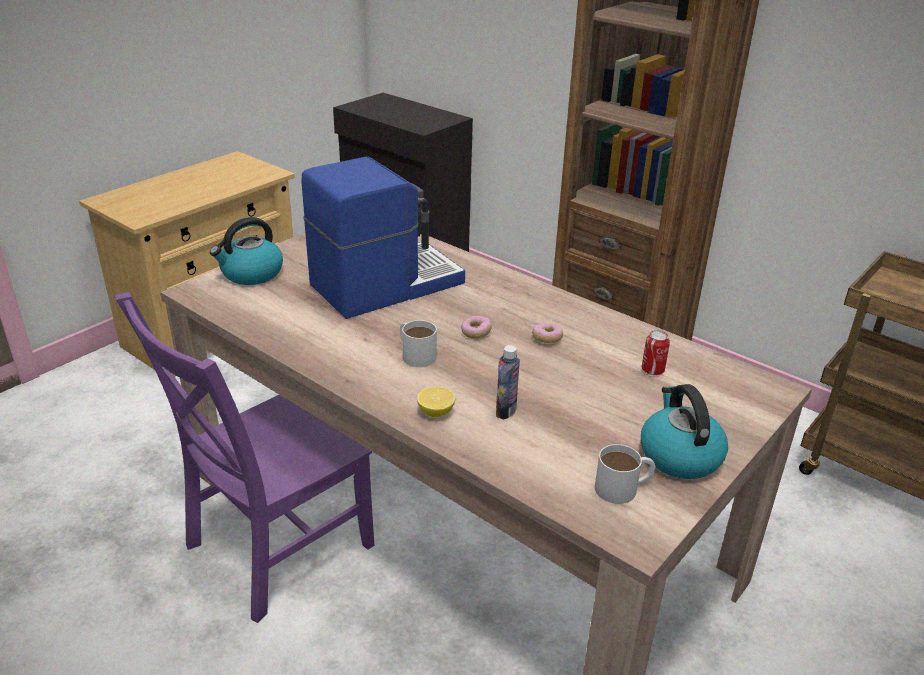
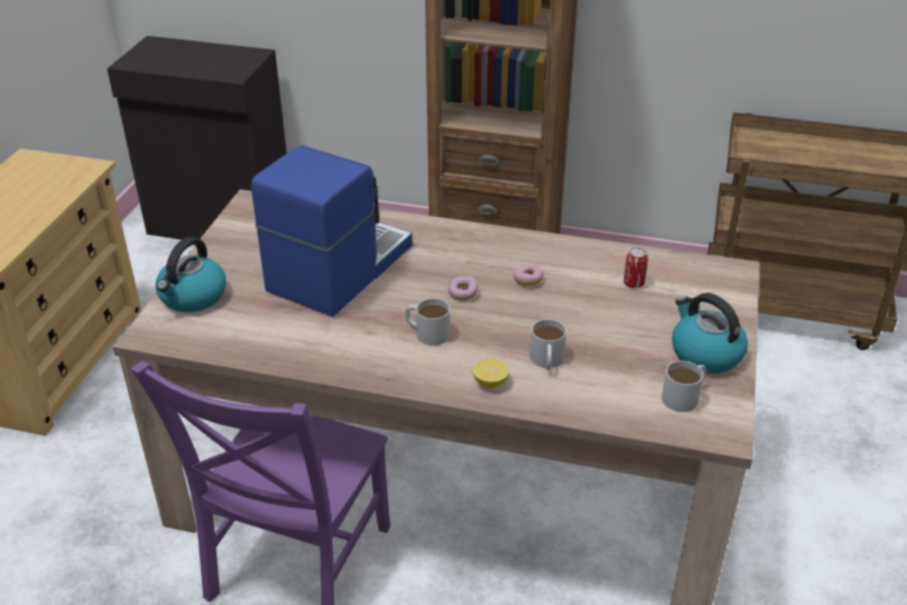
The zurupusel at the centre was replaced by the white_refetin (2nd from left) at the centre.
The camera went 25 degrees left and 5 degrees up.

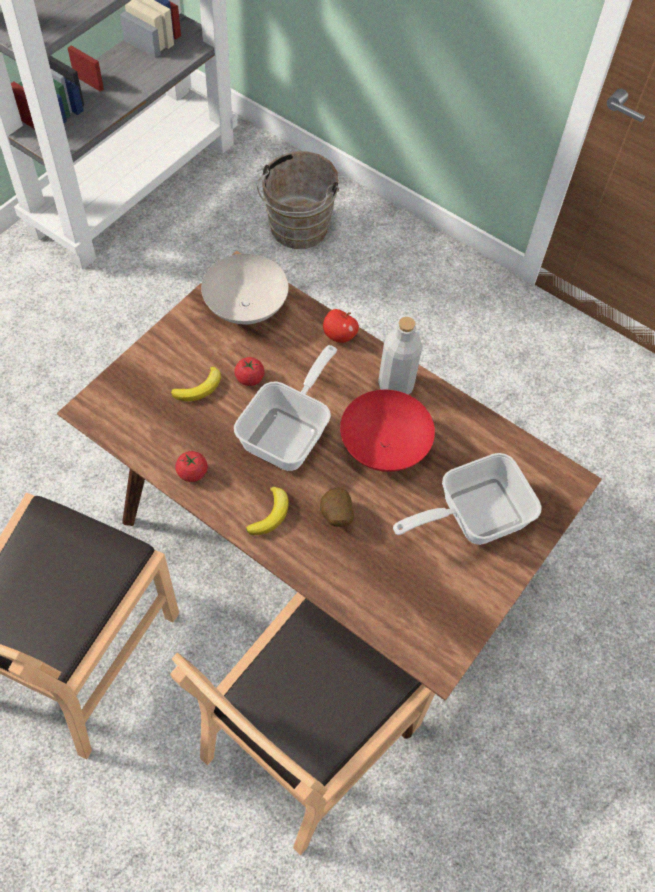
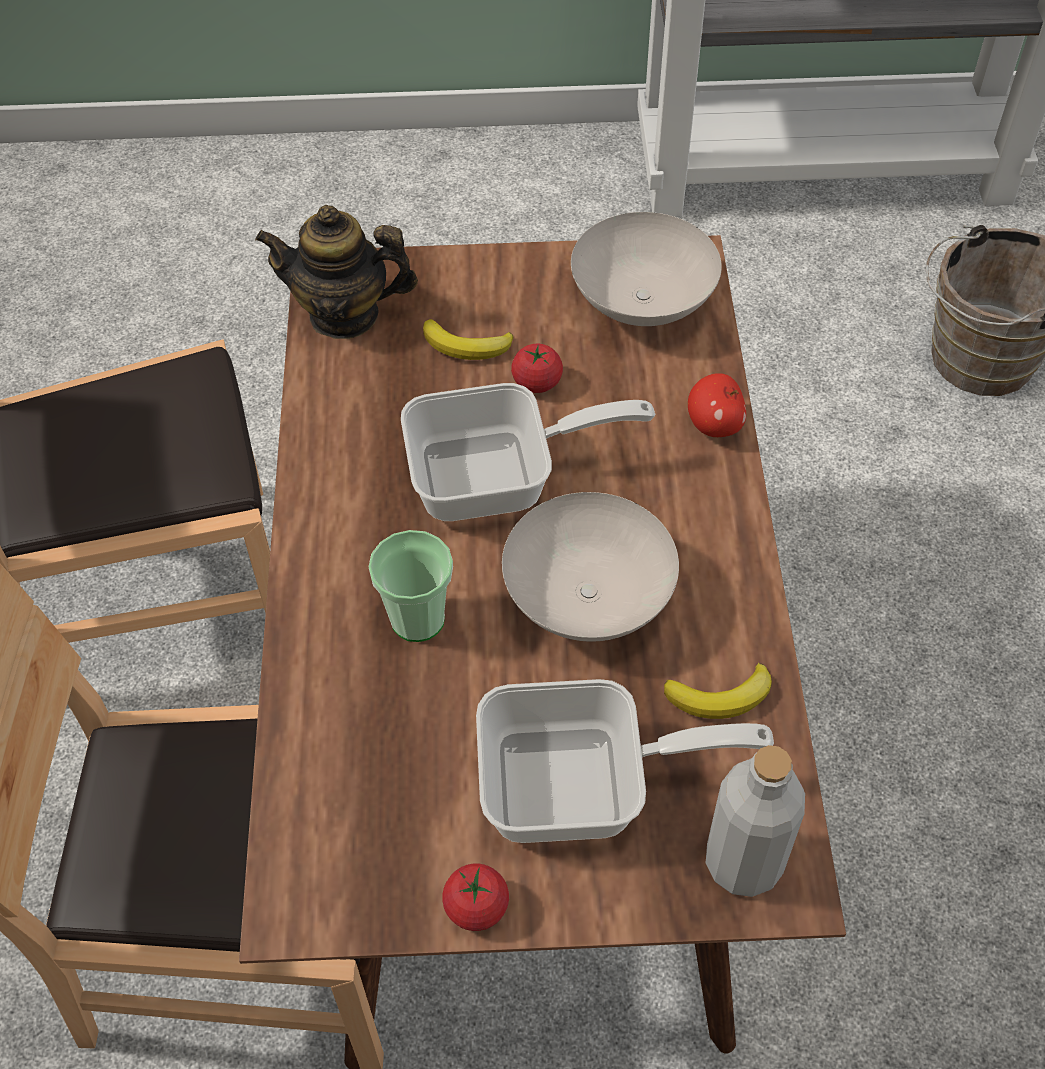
The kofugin at the top left appeared.
The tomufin at the centre was replaced by the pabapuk at the centre.
The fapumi (1st from left) moved from the middle left to the bottom centre.
The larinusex (2nd from left) at the middle right turned 150 degrees clockwise.
The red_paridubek at the centre became the white_paridubek (1st from left) at the centre.
The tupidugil (2nd from left) moved from the centre to the middle right.
The grey_zurupusel moved from the centre to the bottom right.
The camera went 55 degrees right and 5 degrees down.

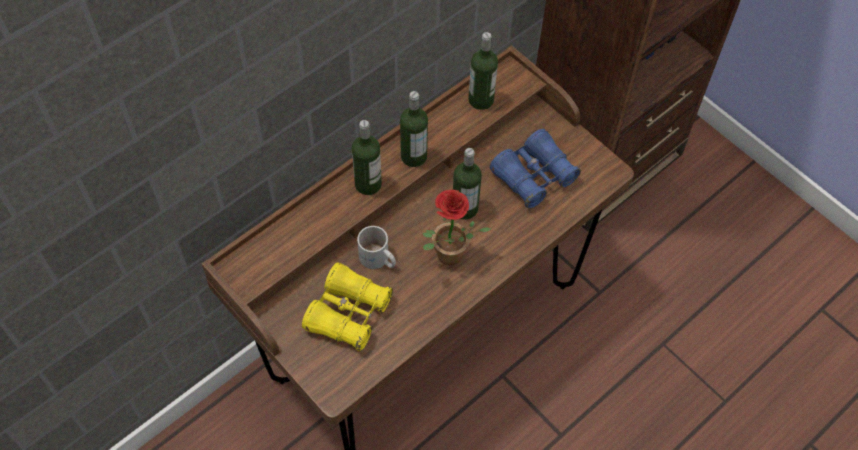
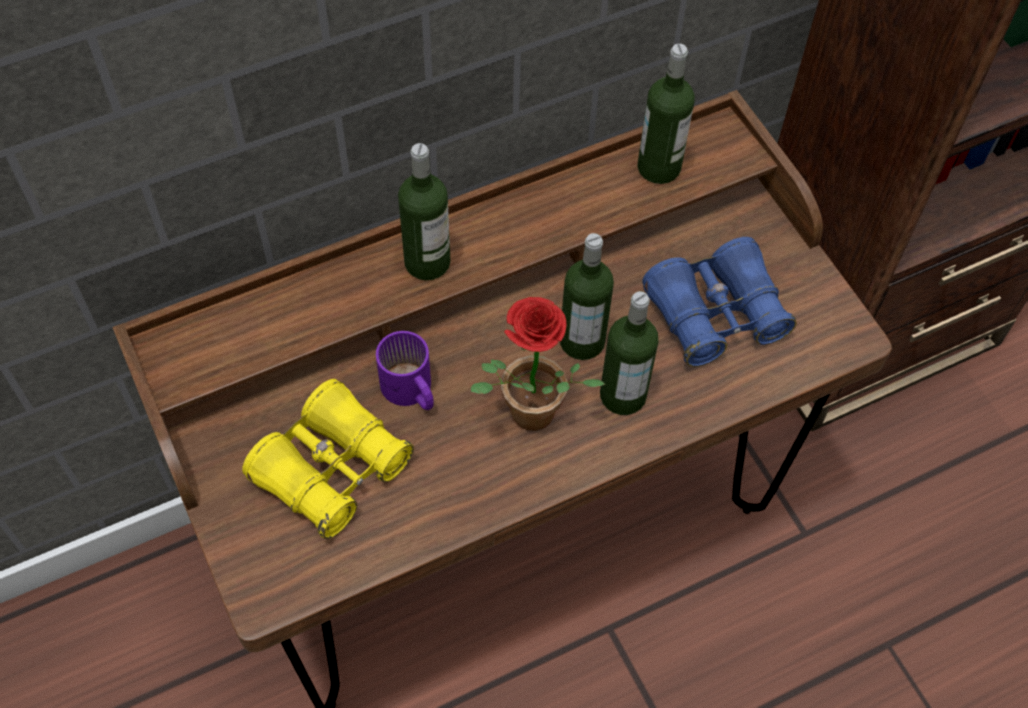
The white_refetin at the centre became the purple_refetin at the centre.
The zurupusel (2nd from left in the first image) moved from the top centre to the centre.
The camera went 15 degrees right and 0 degrees up.

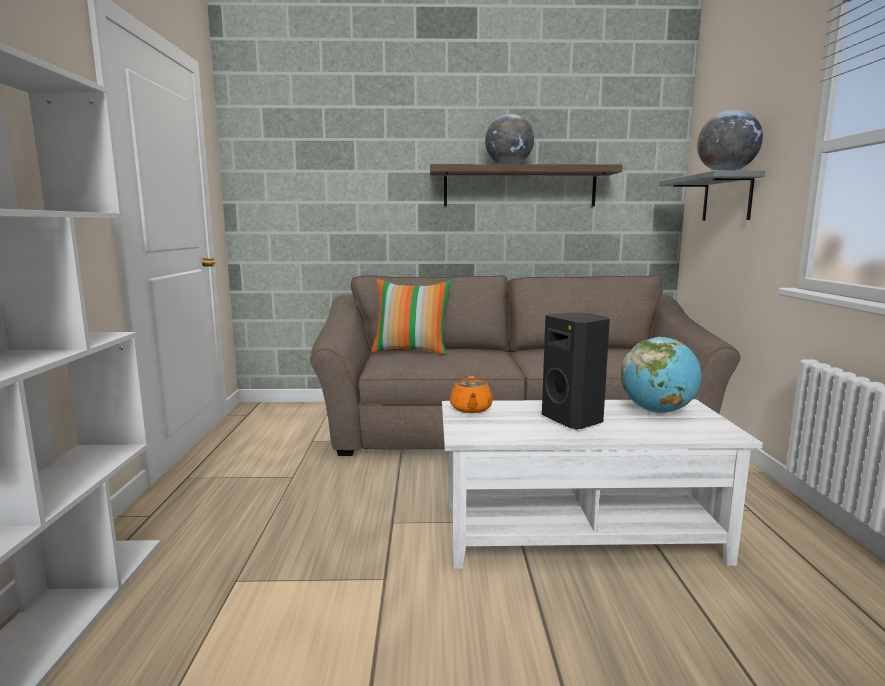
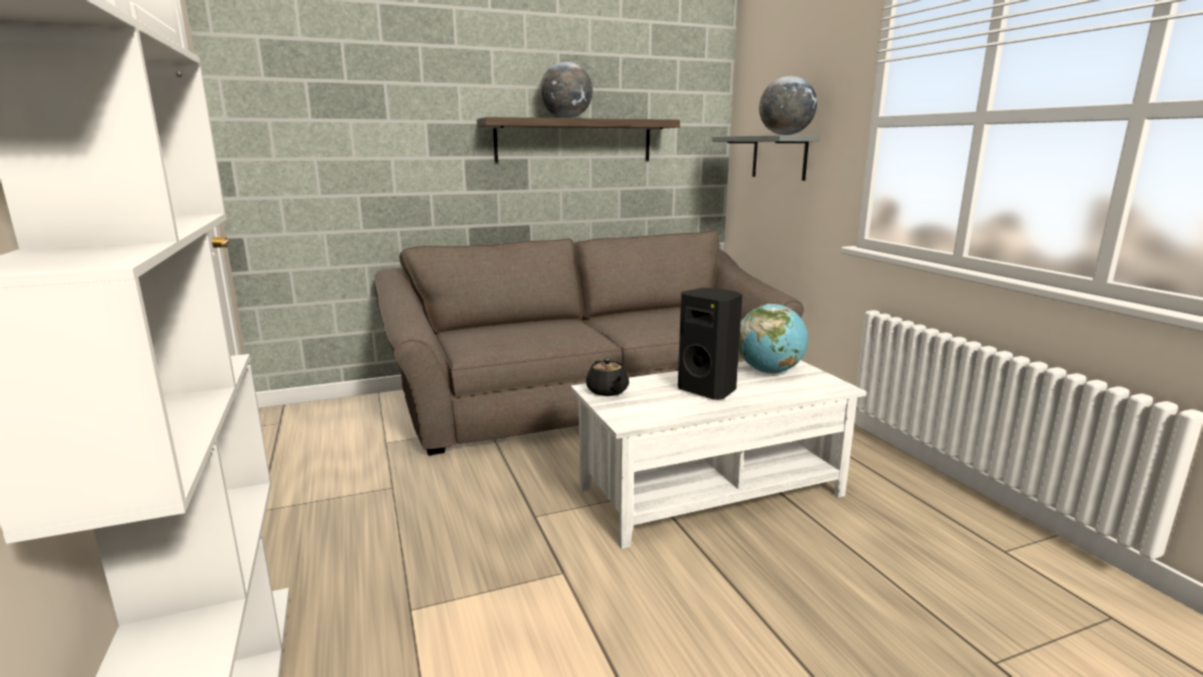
The orange_kofugin at the centre became the black_kofugin at the centre.
The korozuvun at the centre disappeared.
The camera went 20 degrees left and 5 degrees up.

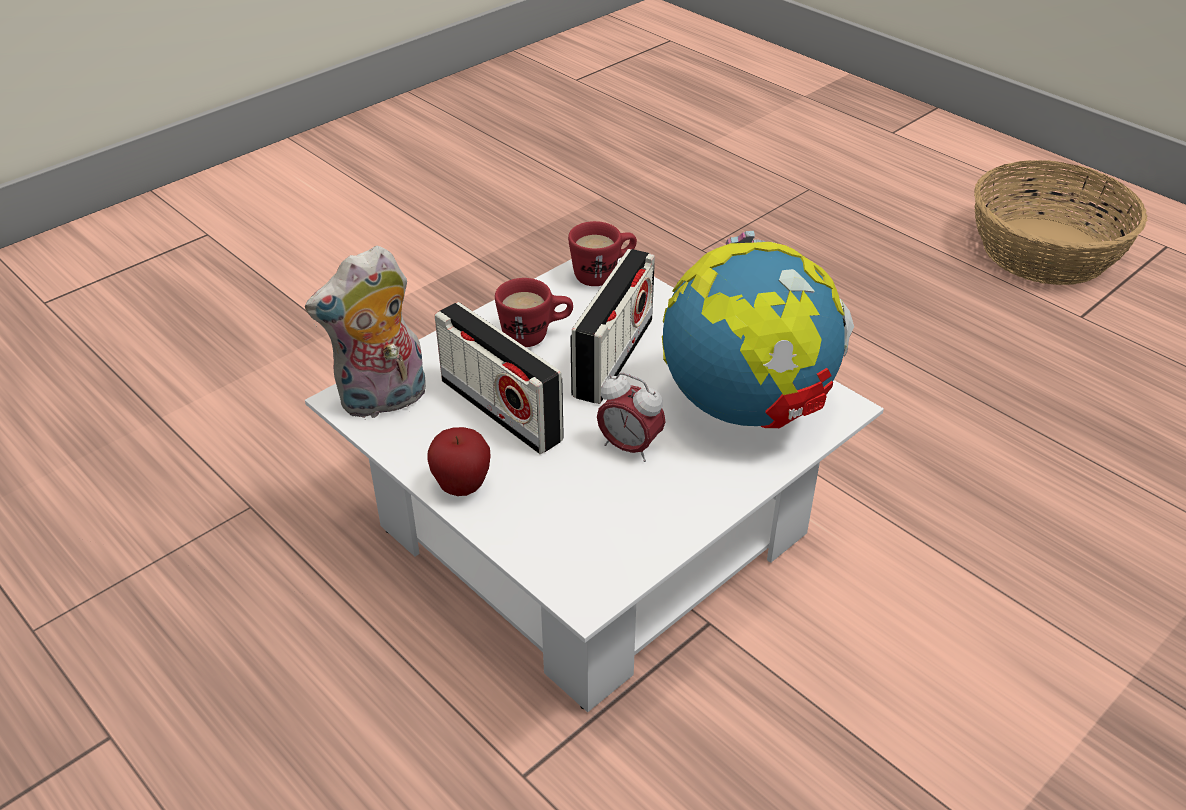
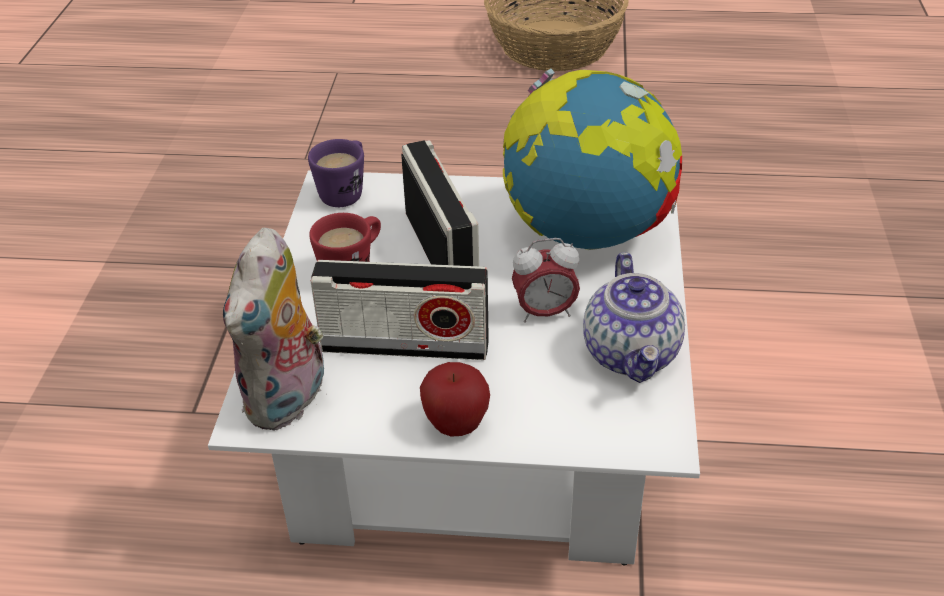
The red_refetin (2nd from left) at the top centre became the purple_refetin at the top centre.
The kofugin at the middle right appeared.
The camera went 40 degrees left and 0 degrees up.

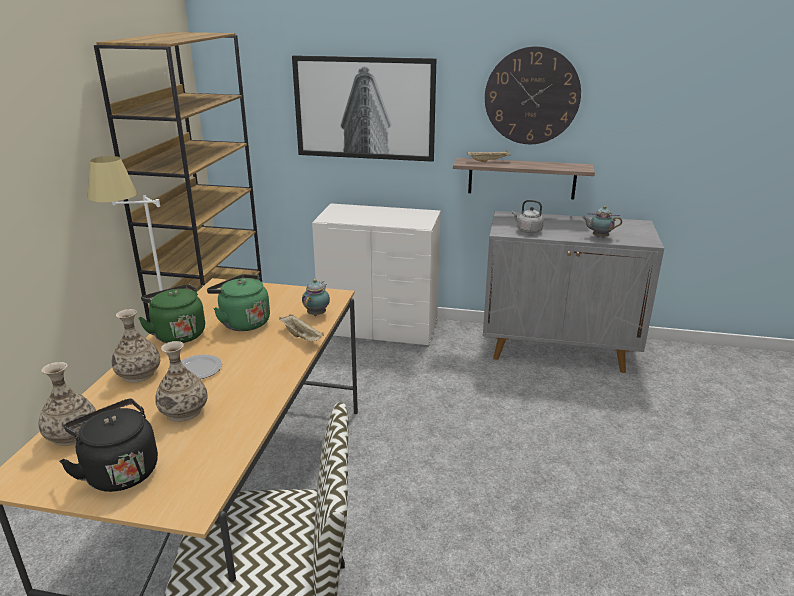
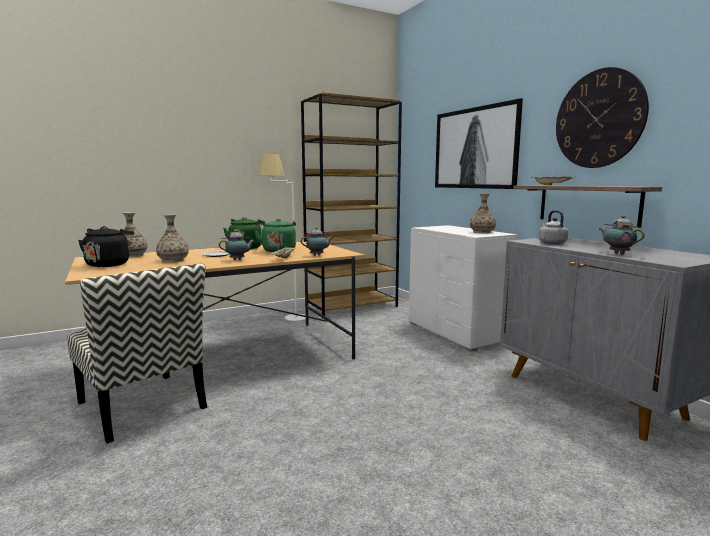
The kofugin (1st from left) at the middle left appeared.
The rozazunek (2nd from left in the first image) moved from the middle left to the middle right.
The camera went 50 degrees right and 15 degrees down.

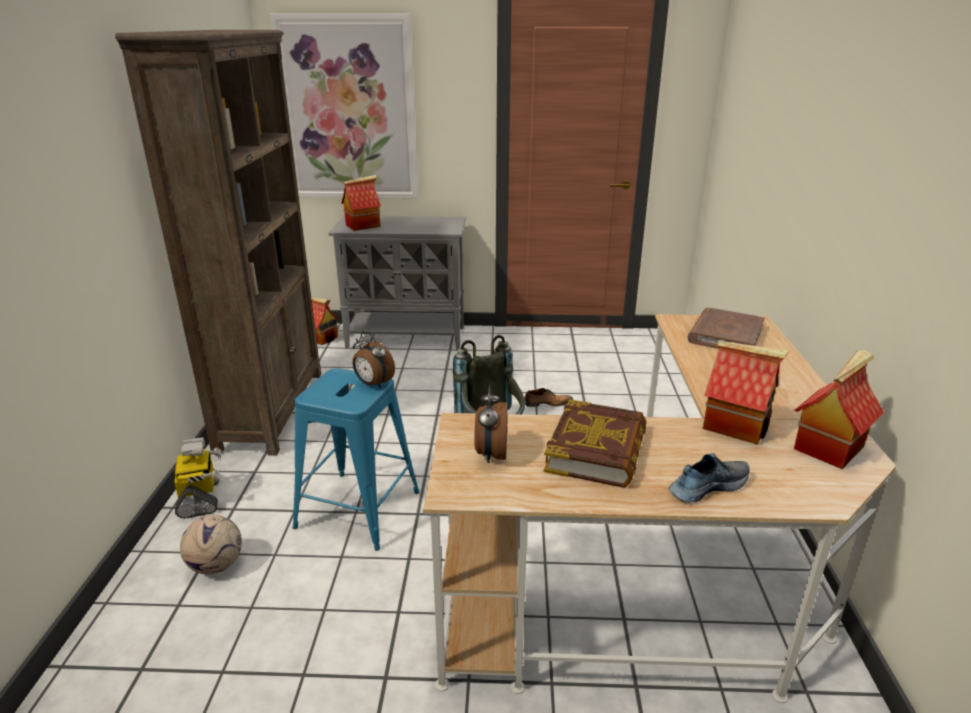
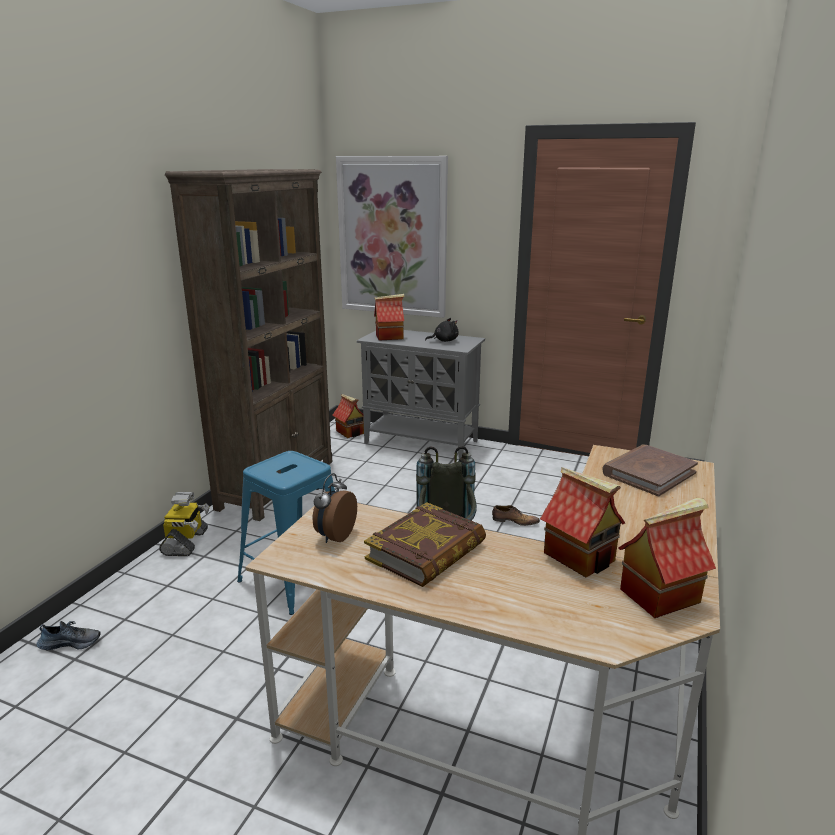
The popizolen (2nd from left in the first image) moved from the bottom right to the bottom left.
The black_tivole at the centre appeared.
The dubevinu at the bottom left disappeared.
The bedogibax (1st from left) at the centre disappeared.
The camera went 20 degrees right and 5 degrees down.

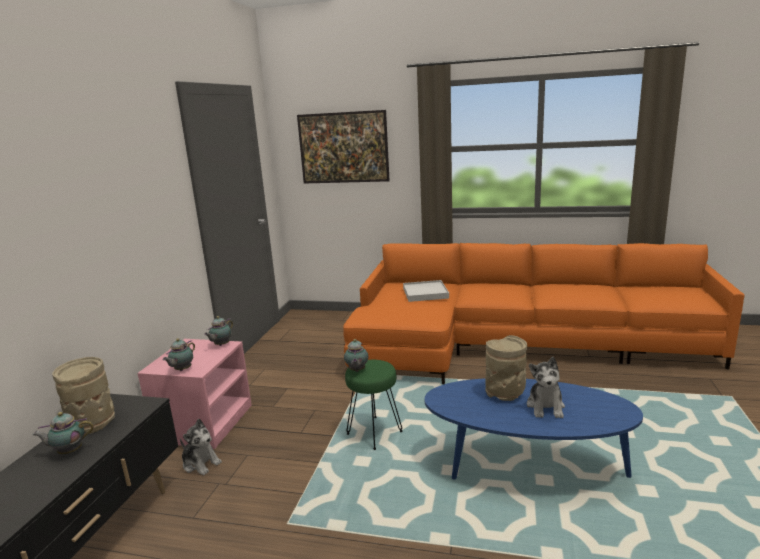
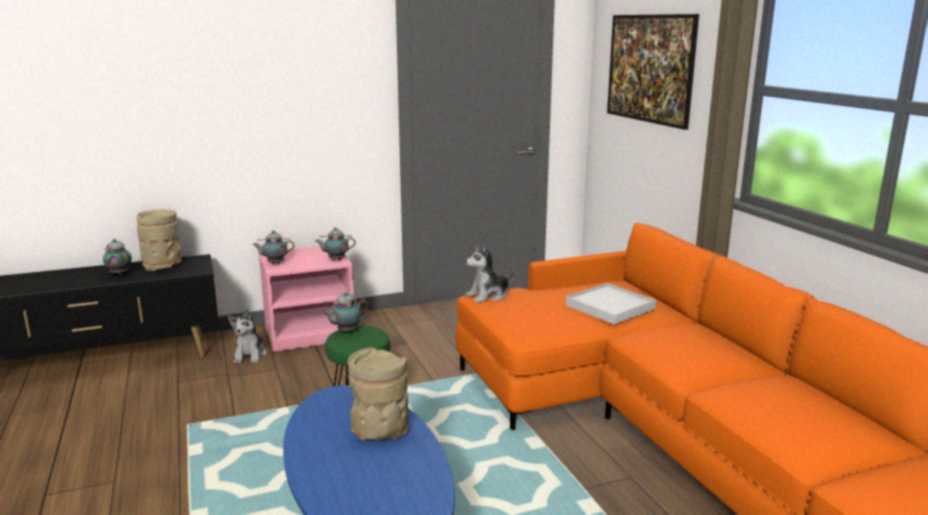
The tivole (2nd from left) moved from the bottom right to the centre.
The camera went 55 degrees right and 0 degrees up.

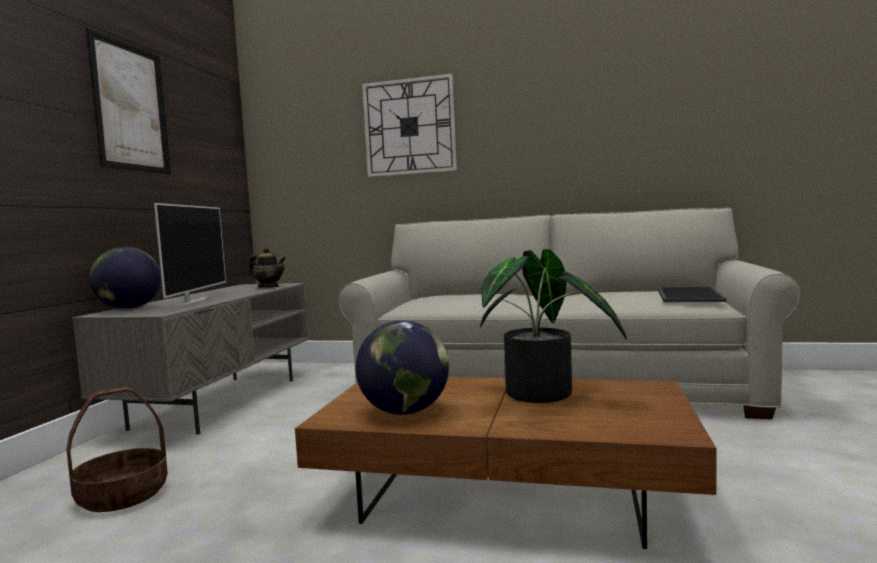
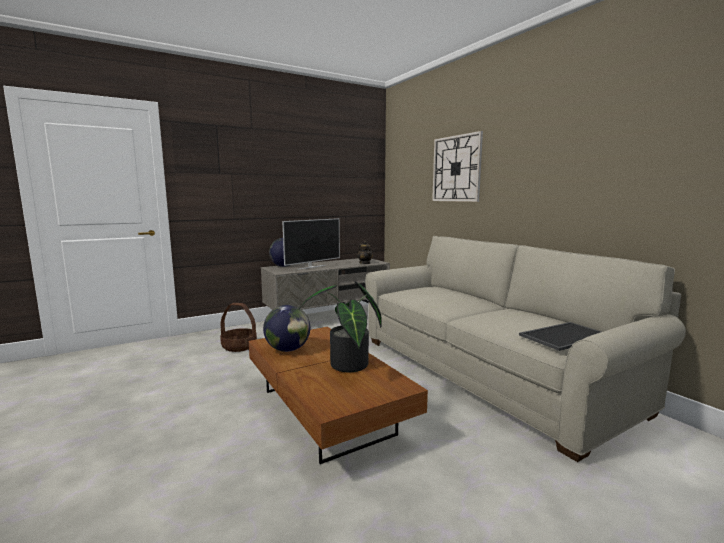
The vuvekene at the top left disappeared.
The camera went 45 degrees right and 5 degrees up.

